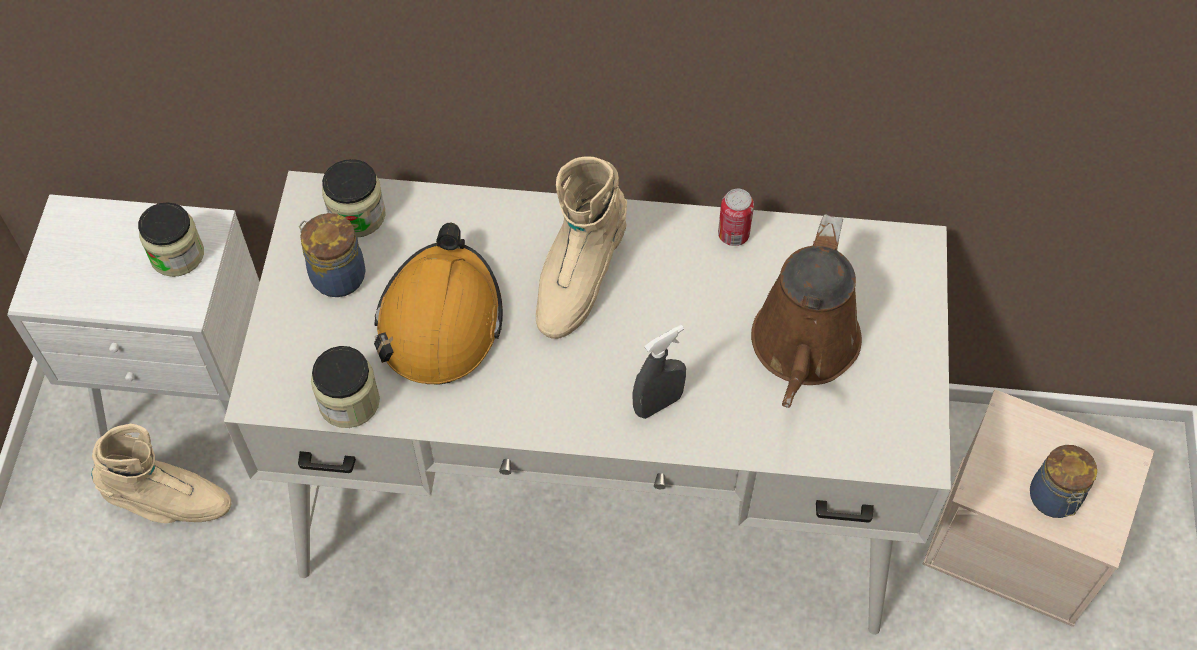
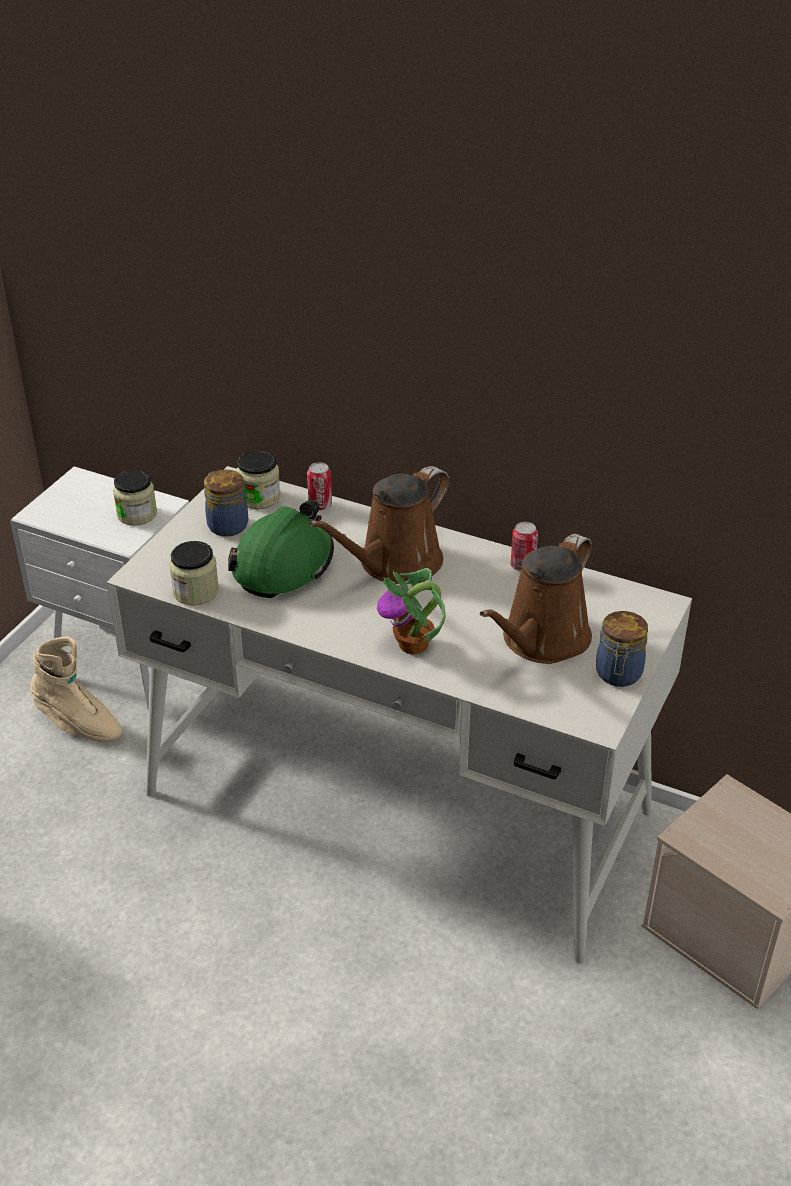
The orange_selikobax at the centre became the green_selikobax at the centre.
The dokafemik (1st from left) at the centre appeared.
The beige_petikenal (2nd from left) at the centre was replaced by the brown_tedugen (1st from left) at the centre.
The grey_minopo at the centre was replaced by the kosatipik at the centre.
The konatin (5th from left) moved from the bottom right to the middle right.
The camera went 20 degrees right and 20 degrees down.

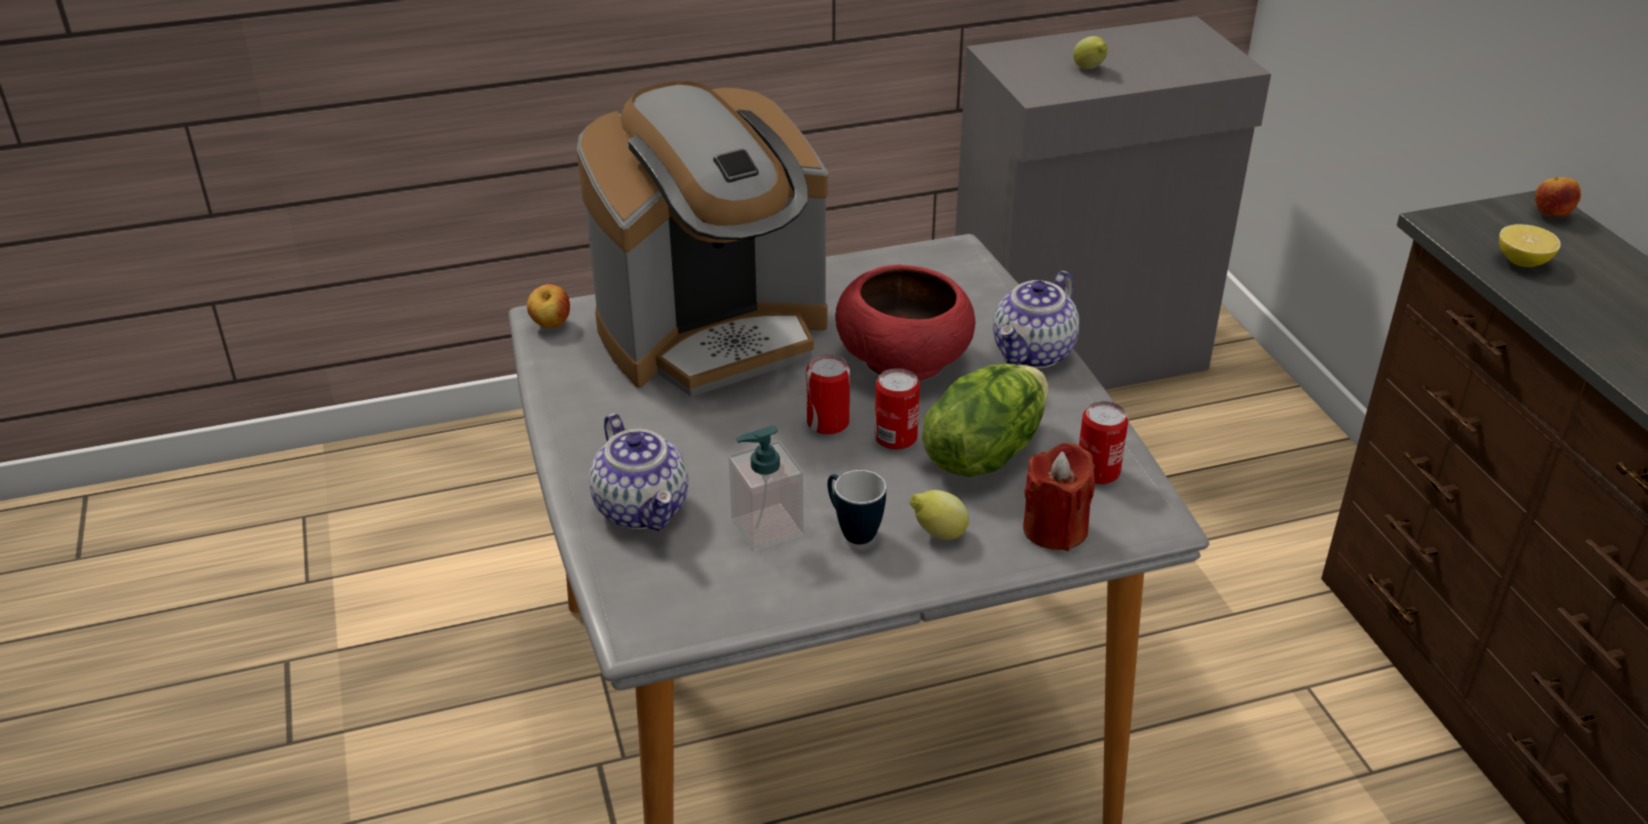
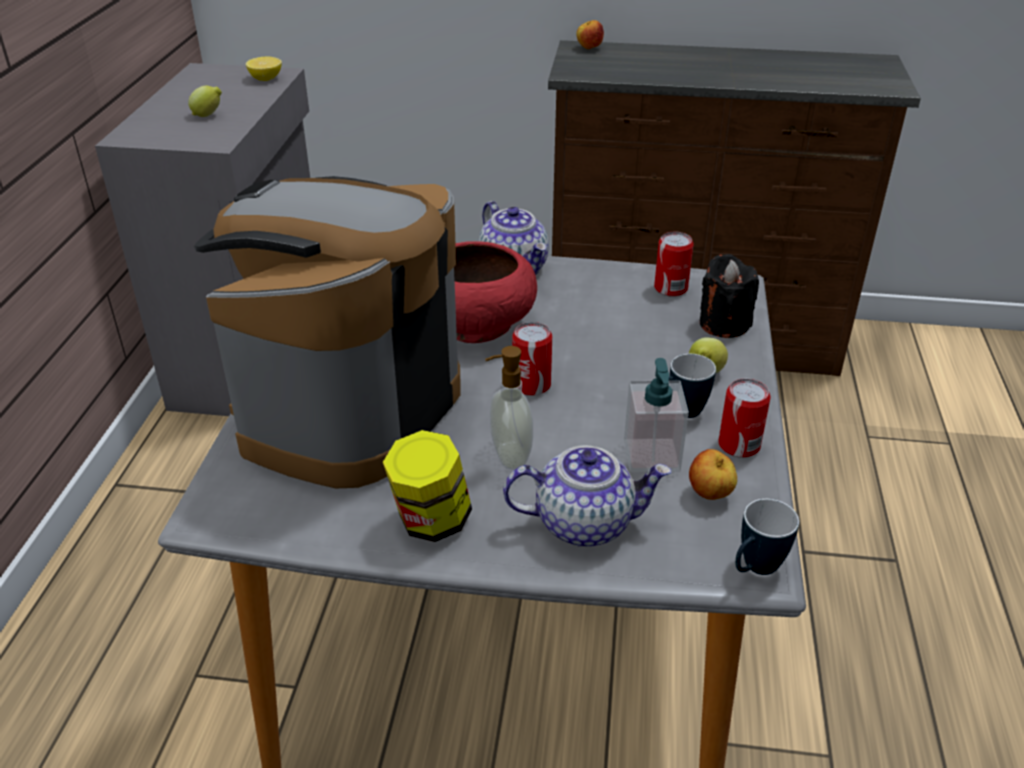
The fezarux at the top centre turned 150 degrees counterclockwise.
The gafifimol (3rd from left in the first image) moved from the top right to the top left.
The konatin at the centre appeared.
The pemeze (1st from left) at the centre appeared.
The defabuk (1st from left in the first image) moved from the middle left to the middle right.
The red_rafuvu at the centre became the black_rafuvu at the middle right.
The dokafemik (2nd from left in the first image) moved from the centre to the middle right.
The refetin (2nd from left) at the bottom right appeared.
The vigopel at the centre disappeared.
The camera went 65 degrees left and 0 degrees up.

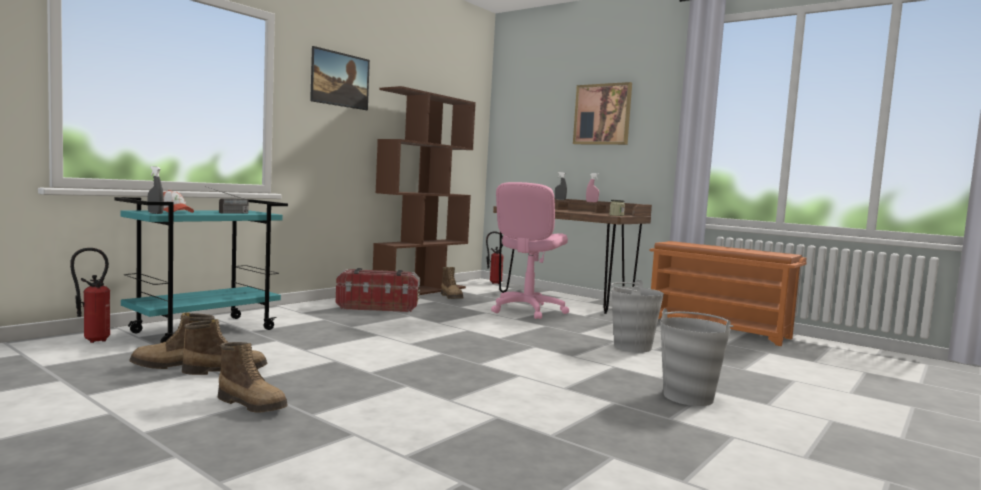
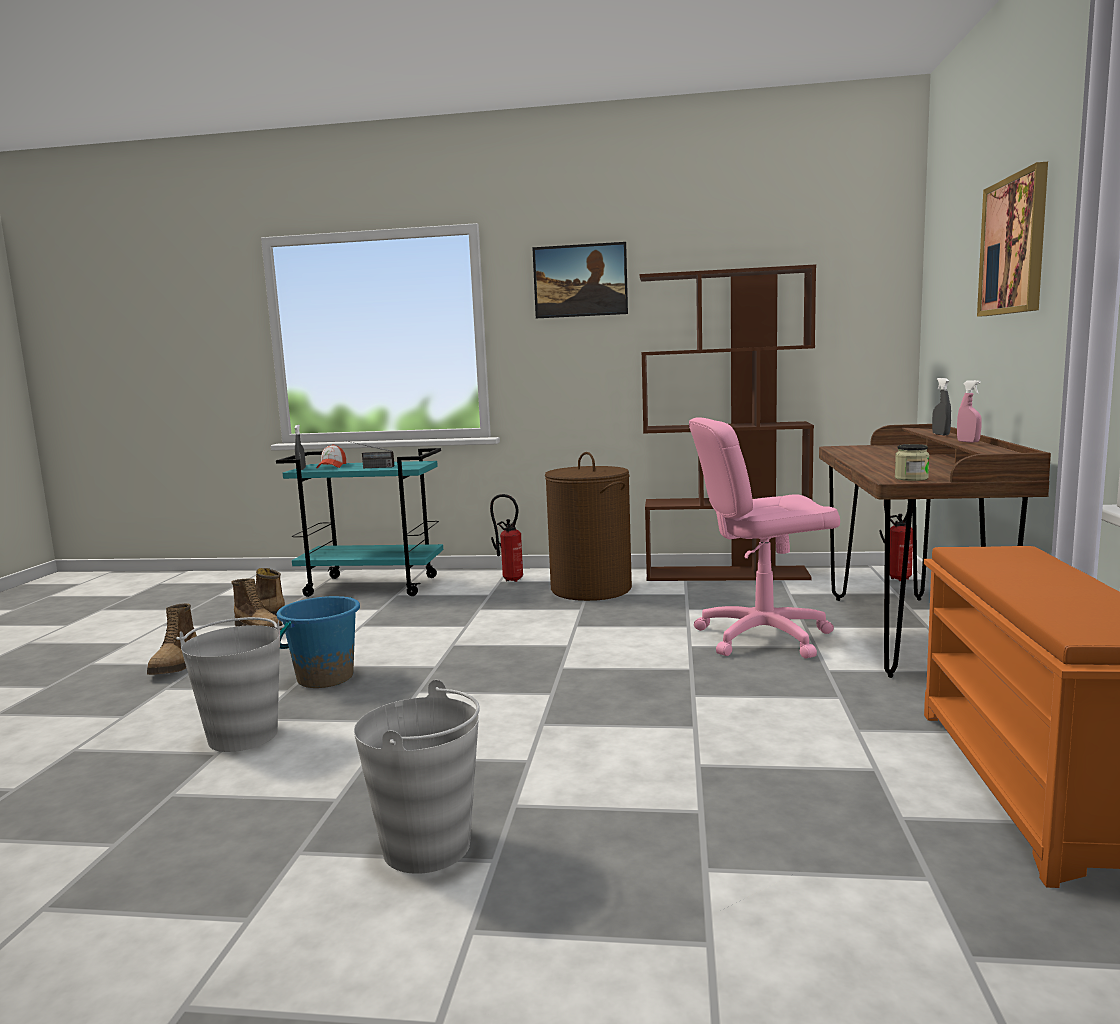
The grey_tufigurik (1st from left) moved from the centre to the bottom left.
The blue_tufigurik at the middle left appeared.
The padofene (1st from left) moved from the middle left to the centre.
The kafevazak at the centre was replaced by the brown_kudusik at the centre.
The petikenal (4th from left) at the centre disappeared.
The camera went 60 degrees right and 5 degrees up.

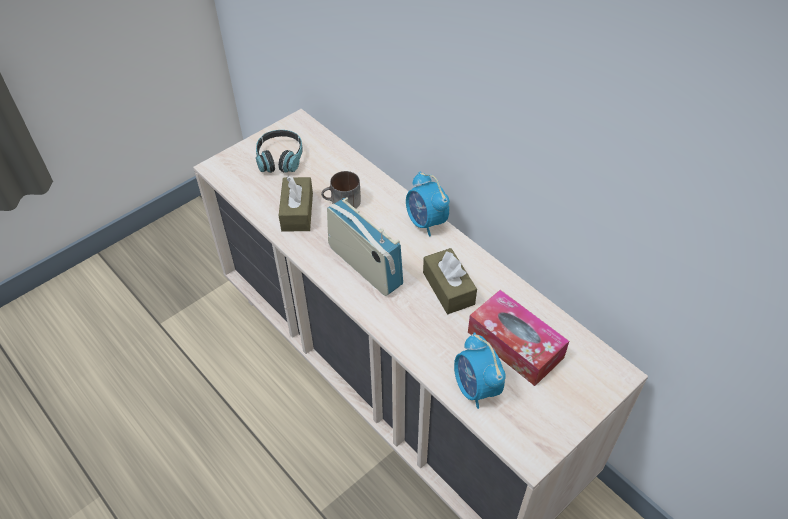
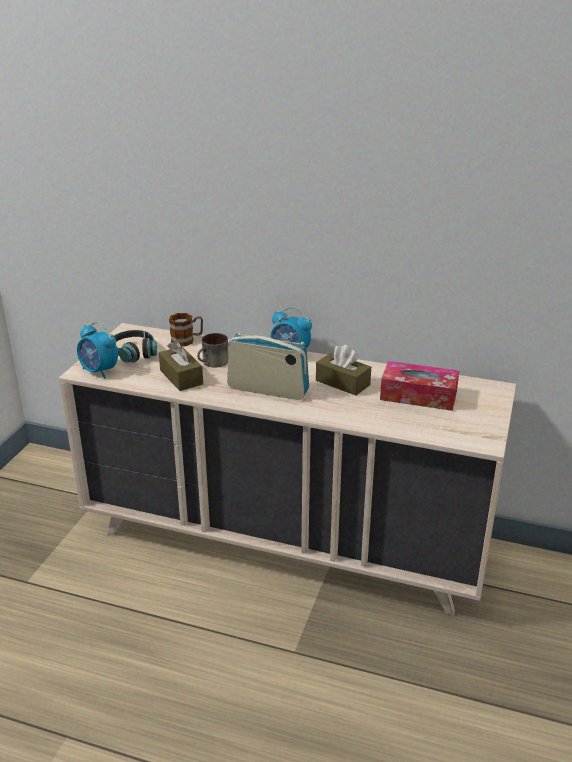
The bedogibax (2nd from left in the first image) moved from the bottom centre to the middle left.
The refetin (1st from left) at the middle left appeared.
The camera went 30 degrees left and 20 degrees down.

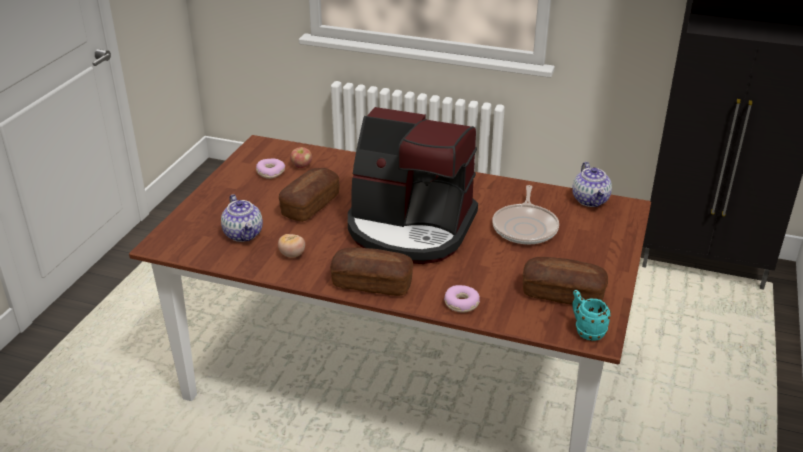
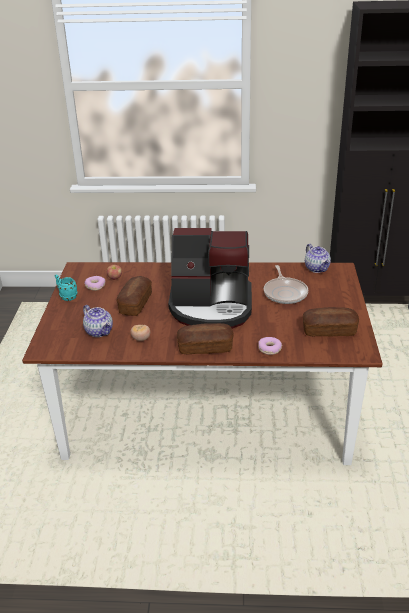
The turquoise_refetin moved from the bottom right to the middle left.
The camera went 15 degrees left and 0 degrees up.

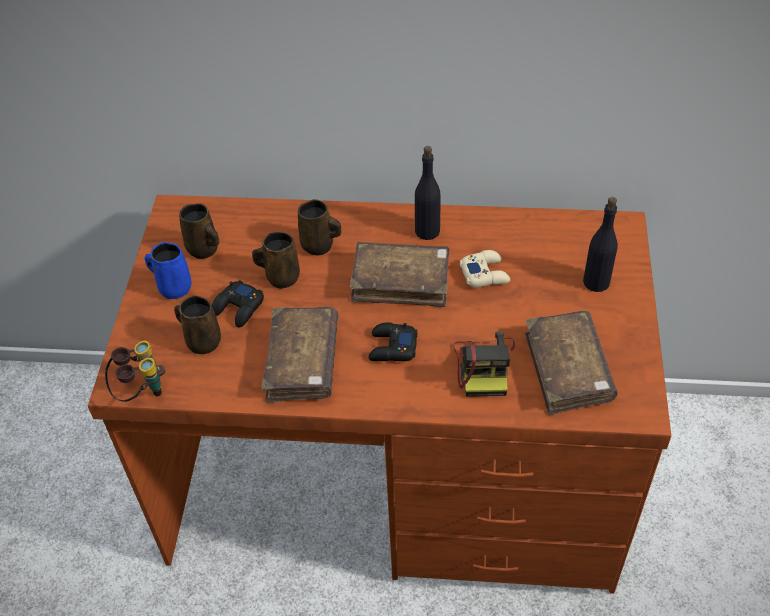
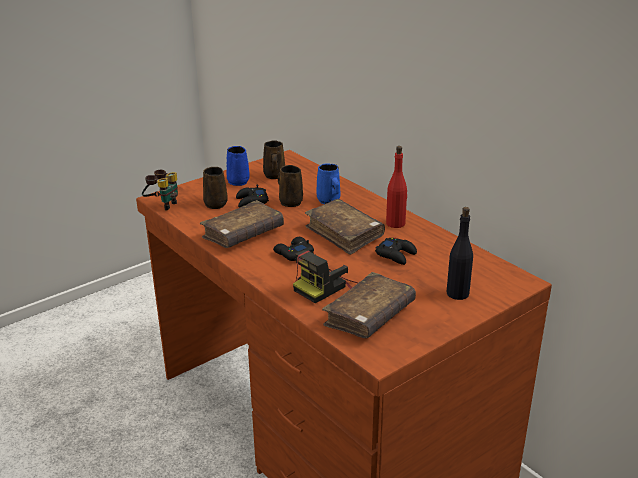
The brown_refetin (4th from left) at the centre became the blue_refetin (2nd from left) at the centre.
The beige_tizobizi at the centre became the black_tizobizi (3rd from left) at the centre.
The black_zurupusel (1st from left) at the top centre became the red_zurupusel at the centre.
The camera went 45 degrees right and 20 degrees down.

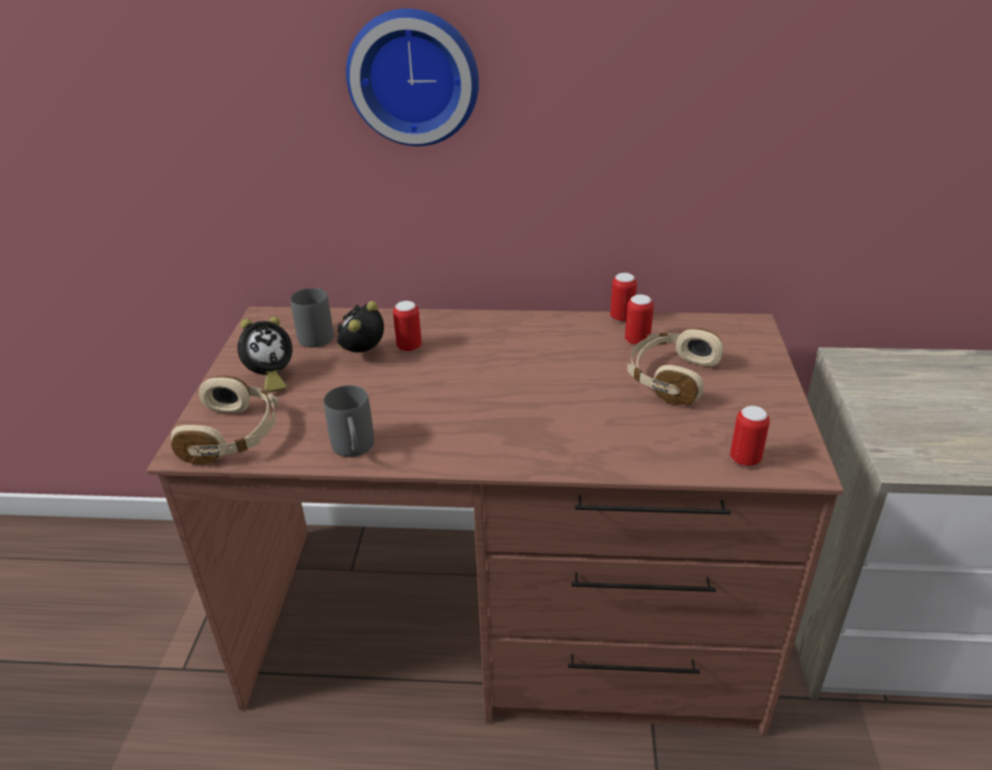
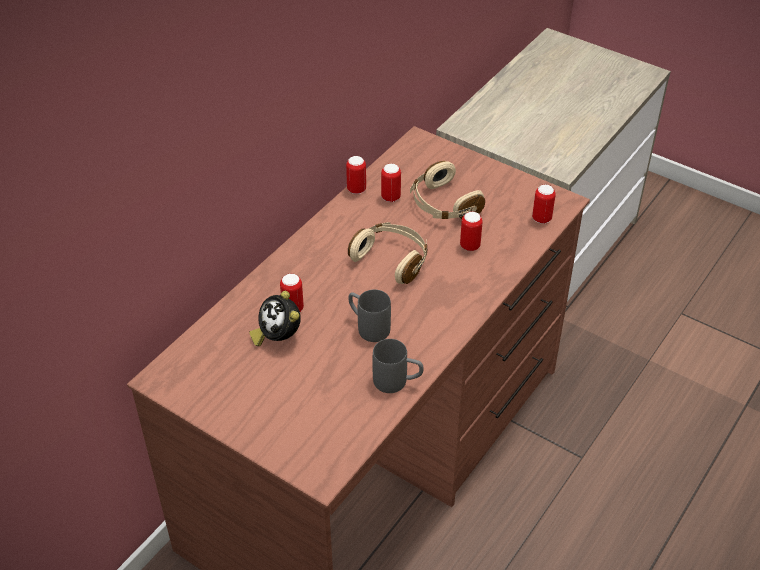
The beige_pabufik (1st from left) moved from the middle left to the centre.
The grey_refetin (1st from left) moved from the middle left to the centre.
The dokafemik (4th from left) at the centre appeared.
The bedogibax (1st from left) at the middle left disappeared.
The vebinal at the top centre disappeared.
The camera went 60 degrees left and 10 degrees up.

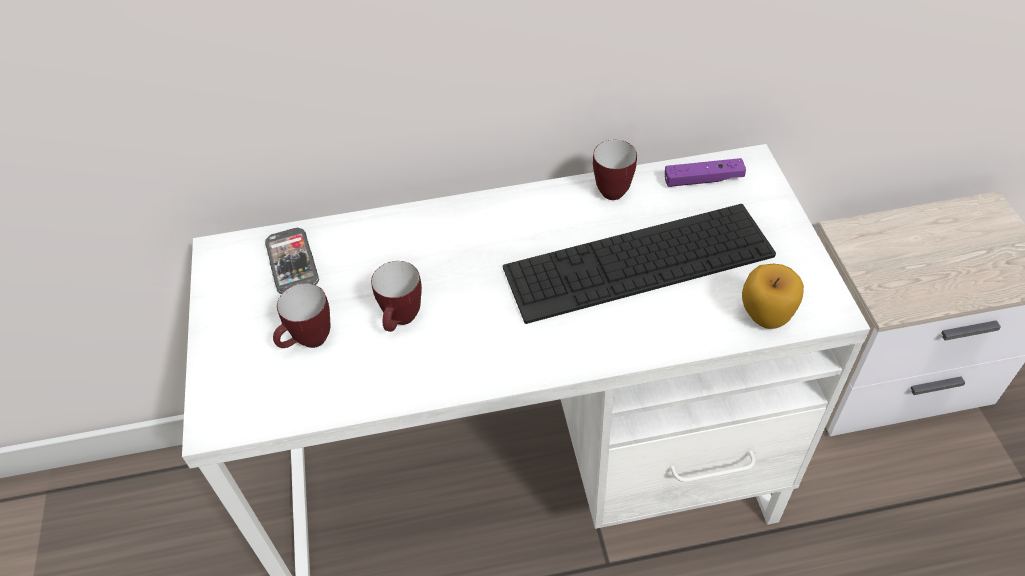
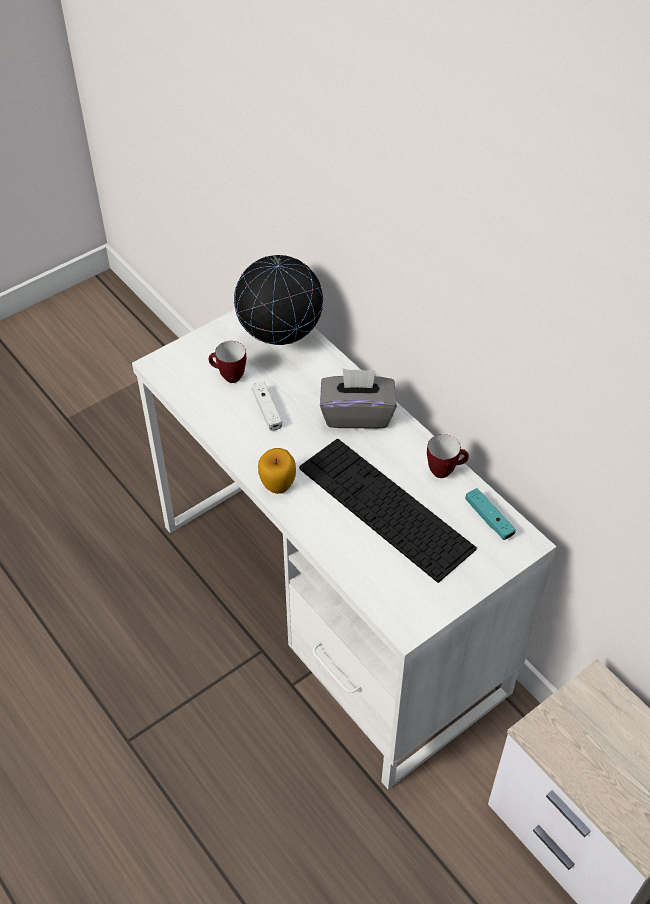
The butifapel at the middle left was replaced by the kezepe at the top centre.
The refetin (2nd from left) at the centre was replaced by the white_tizobizi at the centre.
The defabuk moved from the middle right to the centre.
The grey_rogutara at the centre appeared.
The purple_tizobizi at the top right became the turquoise_tizobizi at the middle right.
The camera went 60 degrees right and 0 degrees up.

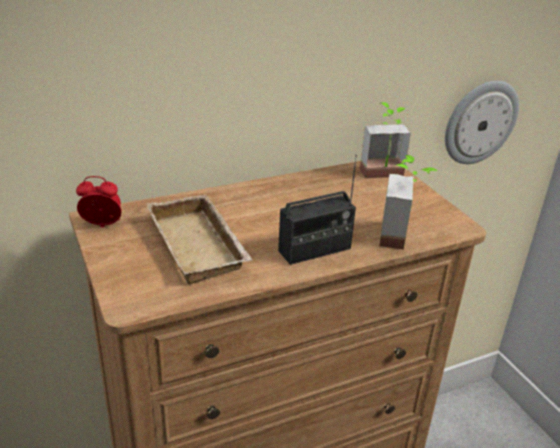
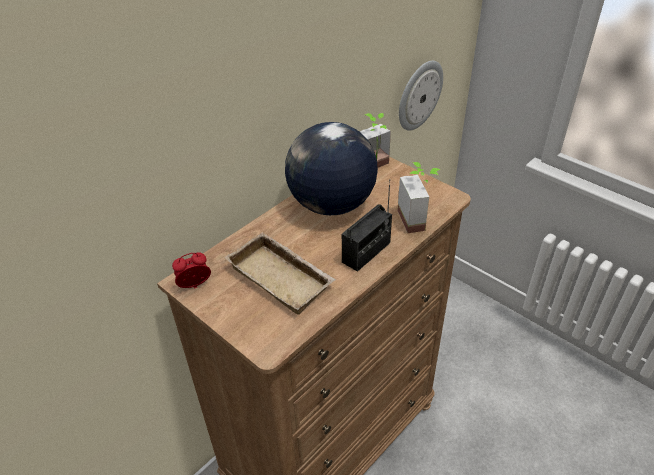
The kezepe at the centre appeared.
The camera went 20 degrees left and 10 degrees up.

